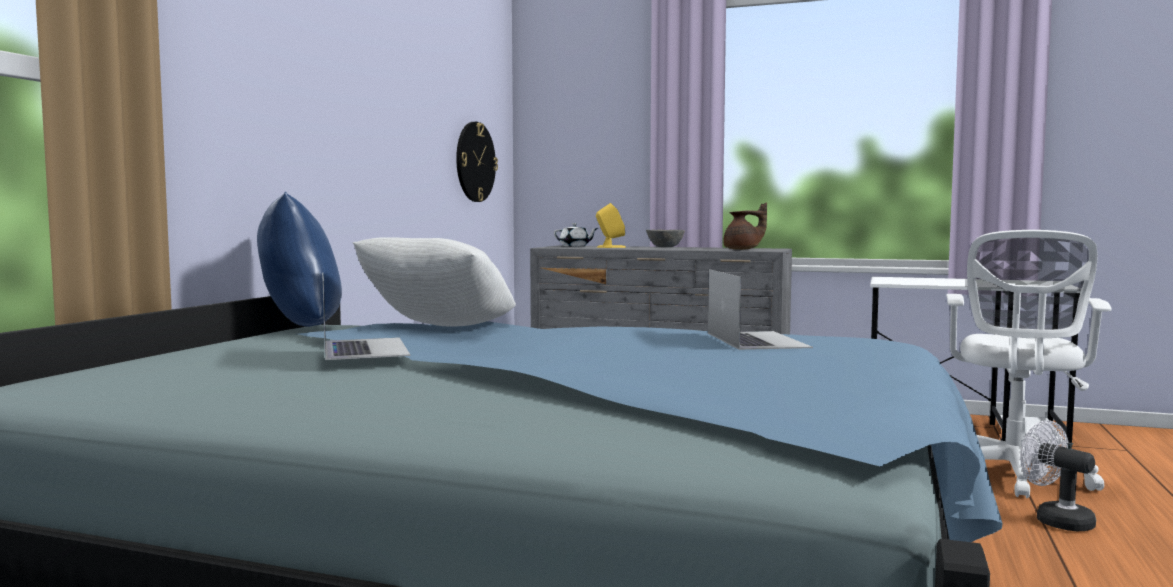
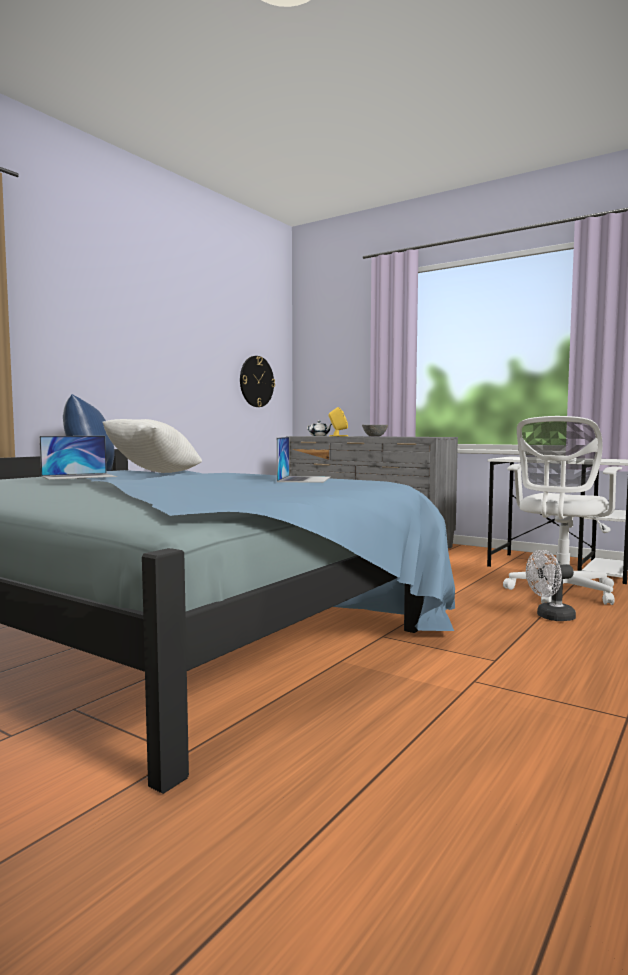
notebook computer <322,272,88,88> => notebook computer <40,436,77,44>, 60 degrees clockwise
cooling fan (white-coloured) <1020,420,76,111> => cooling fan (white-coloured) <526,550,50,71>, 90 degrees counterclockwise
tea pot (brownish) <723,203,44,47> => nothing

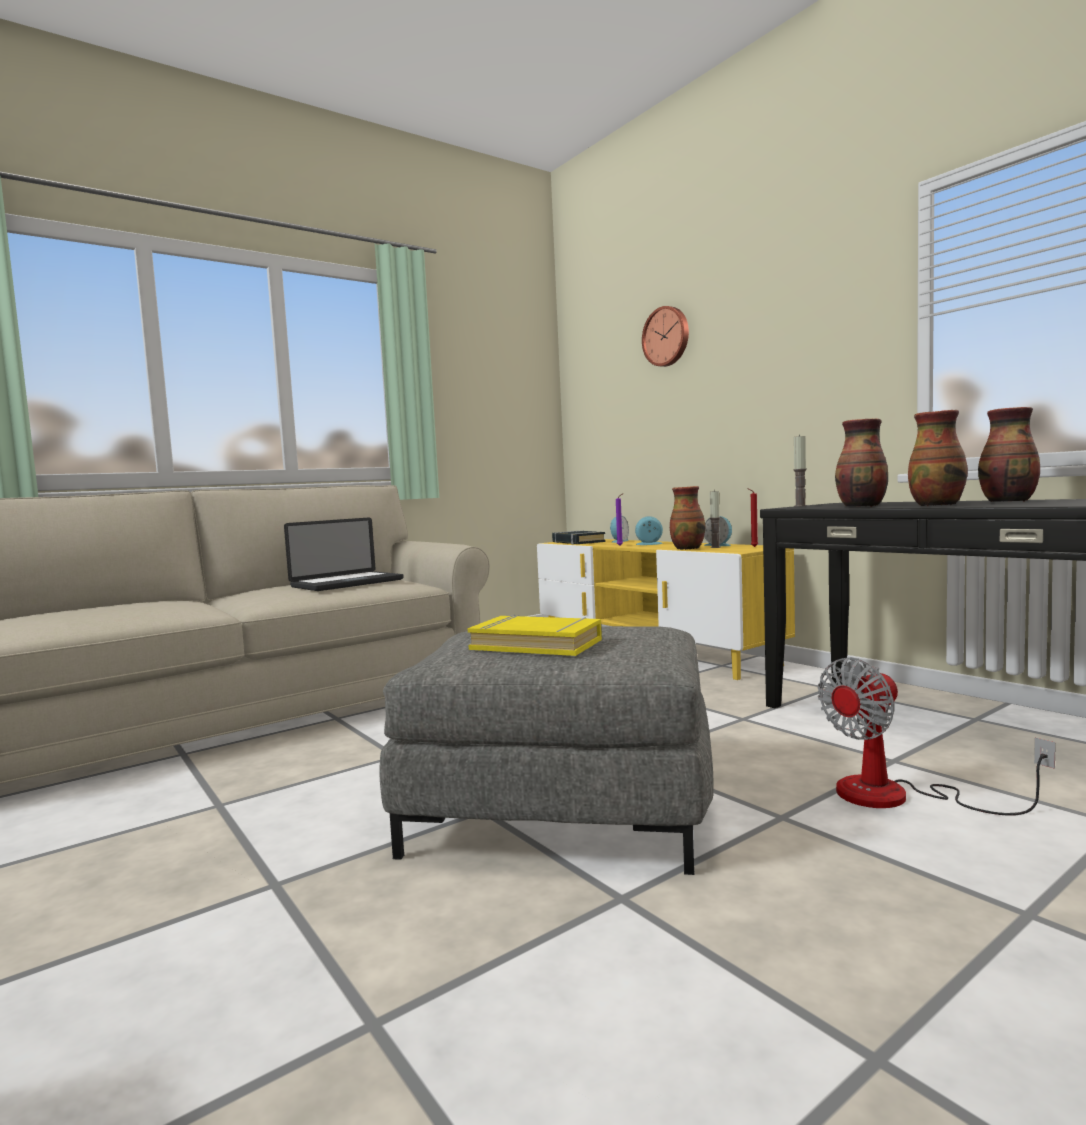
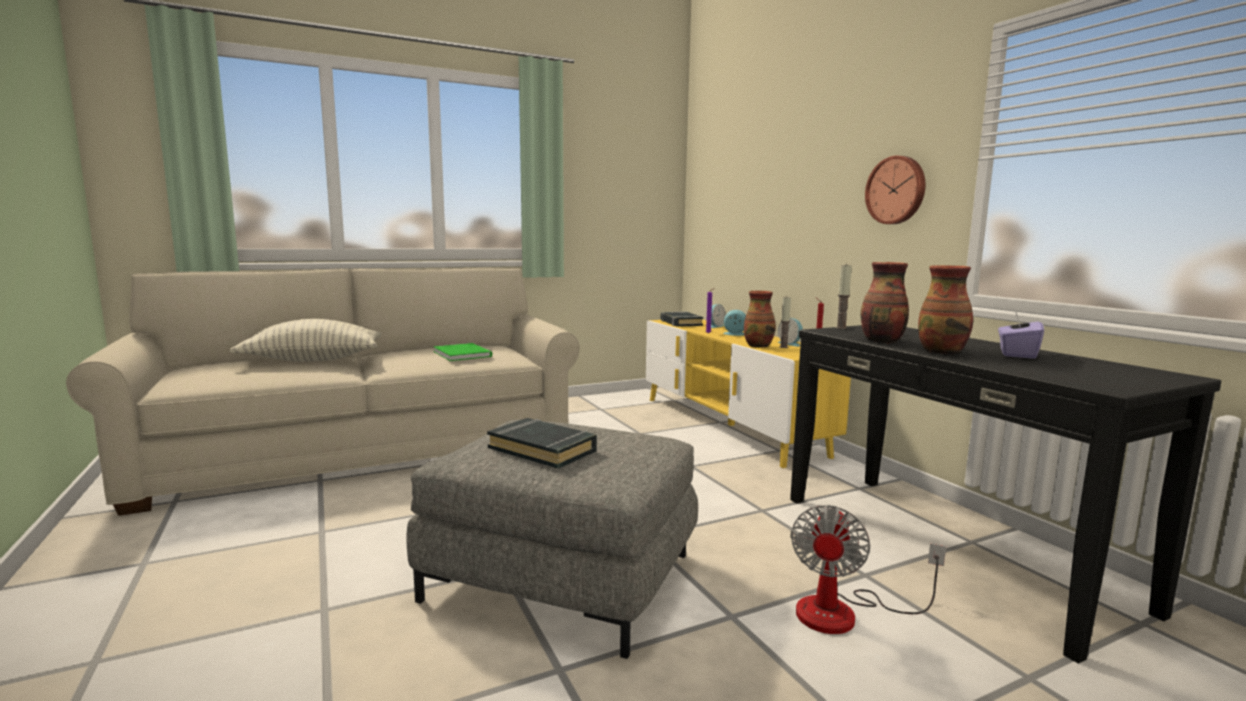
nothing => throw pillow <230,319,152,43>
notebook computer <284,517,120,74> => bound book (green) <433,343,59,18>
bound book (yellow-coloured) <468,615,134,41> => bound book (black) <487,418,110,51>
cooling fan <818,657,238,158> => cooling fan <790,505,156,129>, 45 degrees counterclockwise
hanging clock <642,306,47,61> => hanging clock <865,156,61,68>, move
flower vase <978,407,62,95> => tissue box (purple) <998,311,46,48>

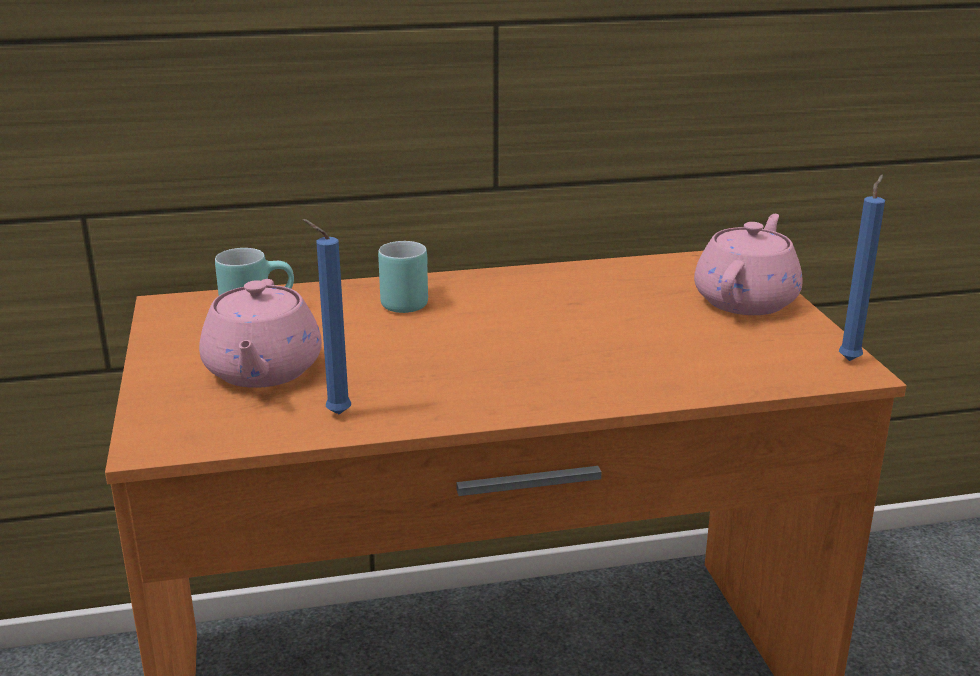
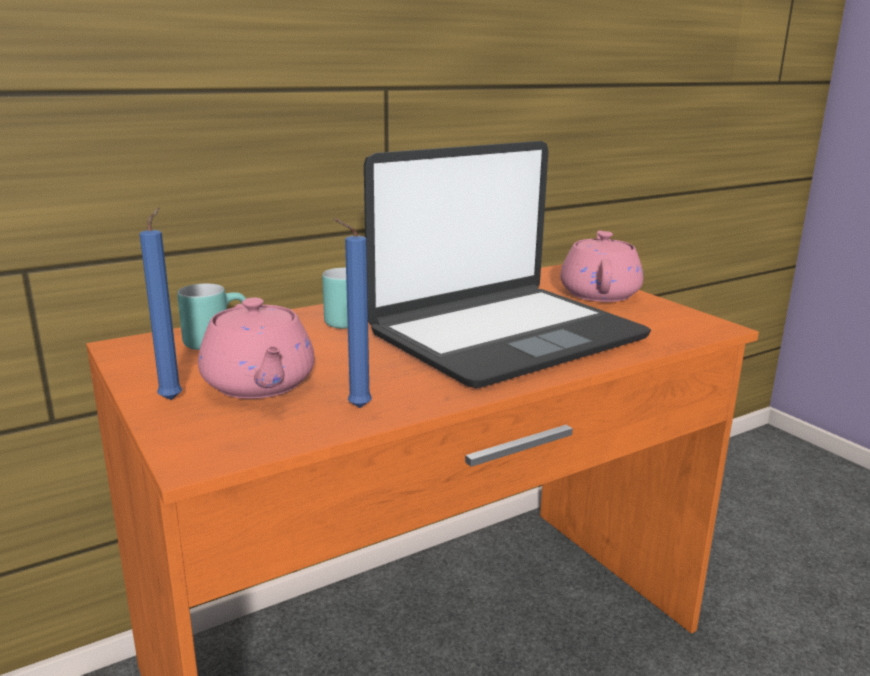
candle (blue) <839,175,46,186> => candle (blue) <139,208,43,192>, move
nothing => notebook computer <364,141,287,247>

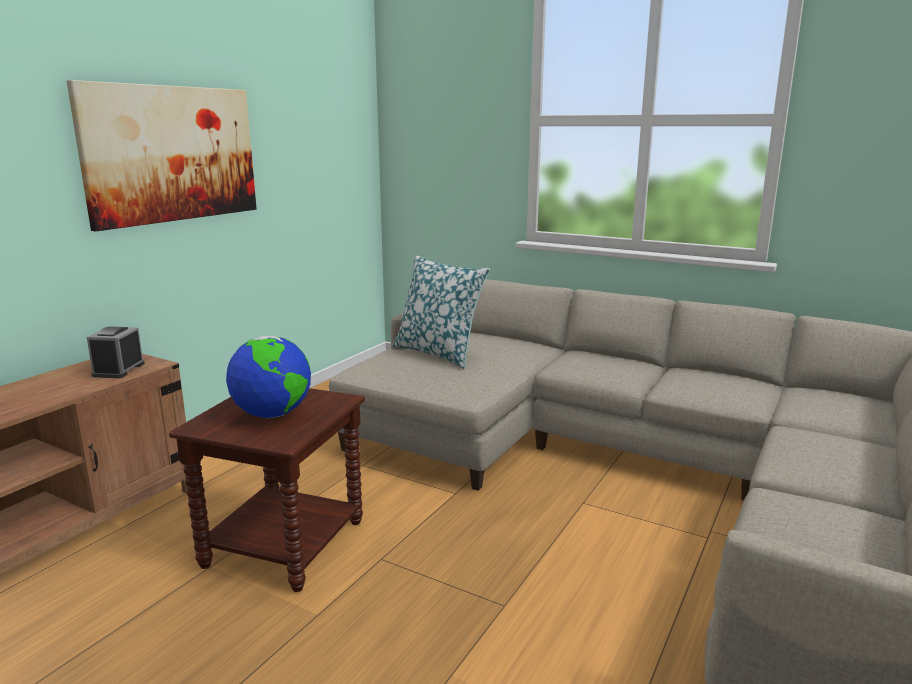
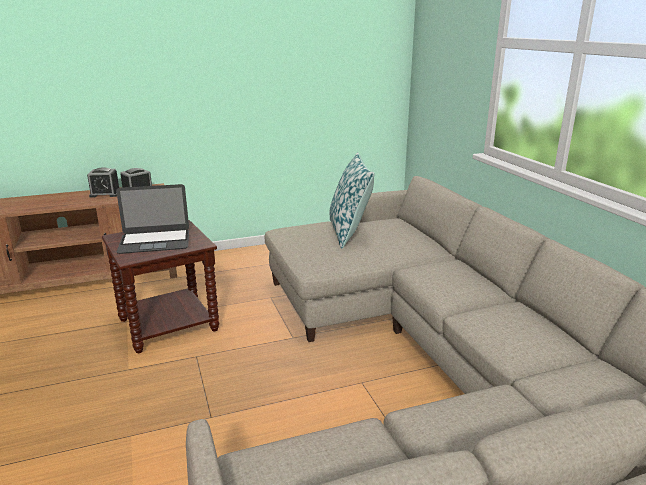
nothing => alarm clock <87,167,32,31>
desk globe <226,336,85,82> => notebook computer <116,184,73,70>
picture <67,80,190,151> => nothing

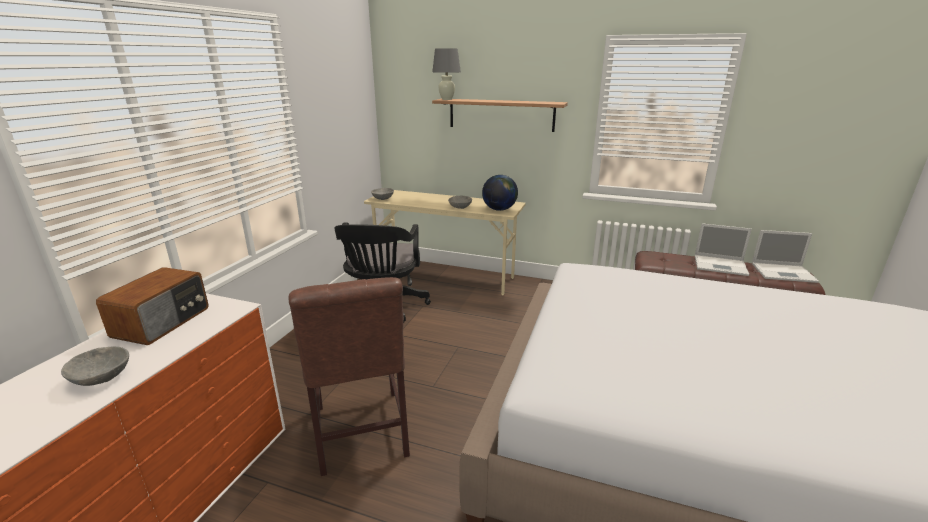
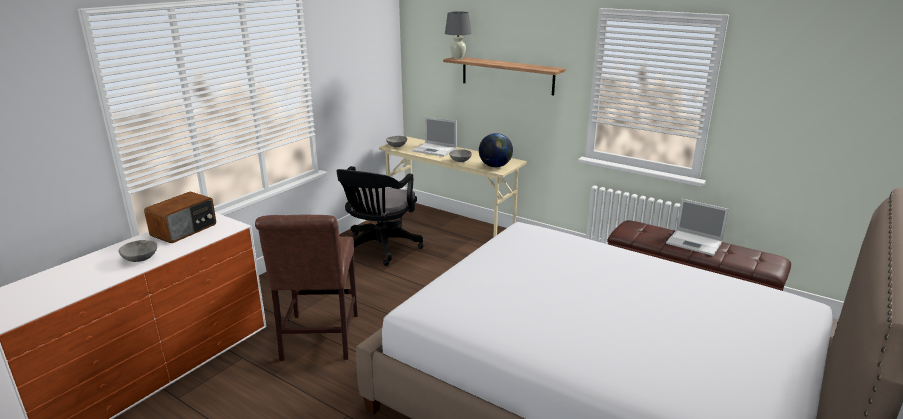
notebook computer <752,230,67,53> => notebook computer <412,117,45,39>, move

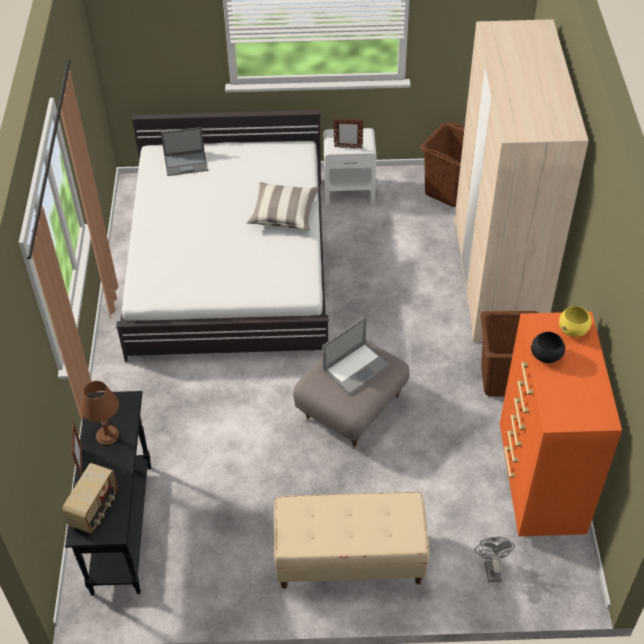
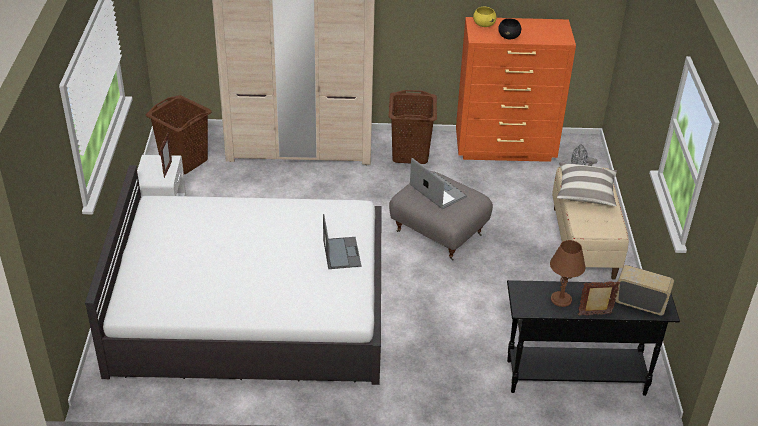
notebook computer <161,127,47,49> => notebook computer <323,214,38,55>, move
throw pillow <247,182,72,49> => throw pillow <557,162,60,44>, move

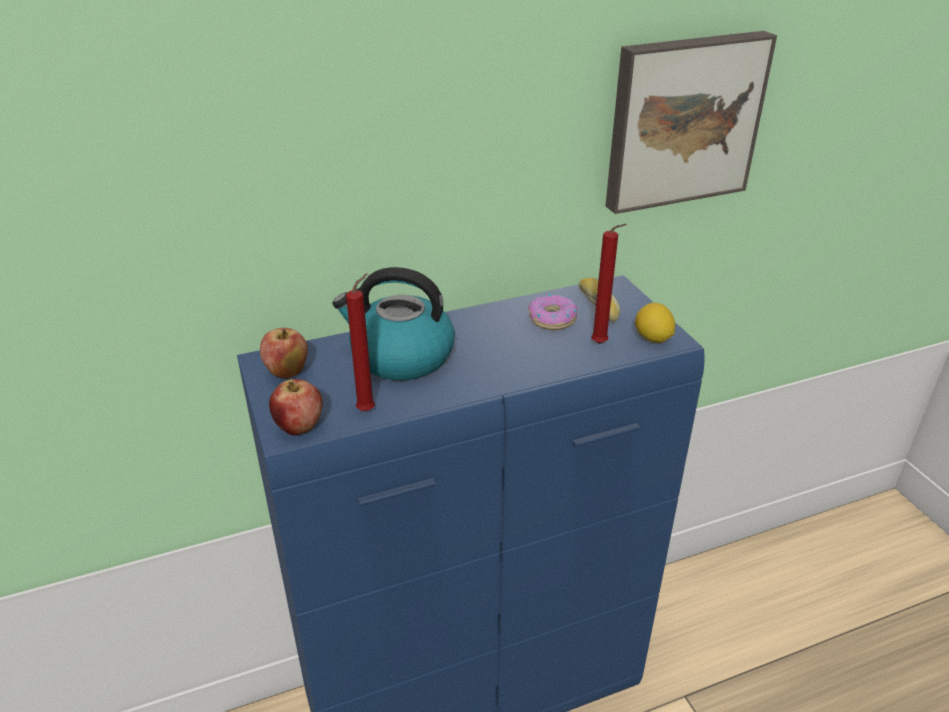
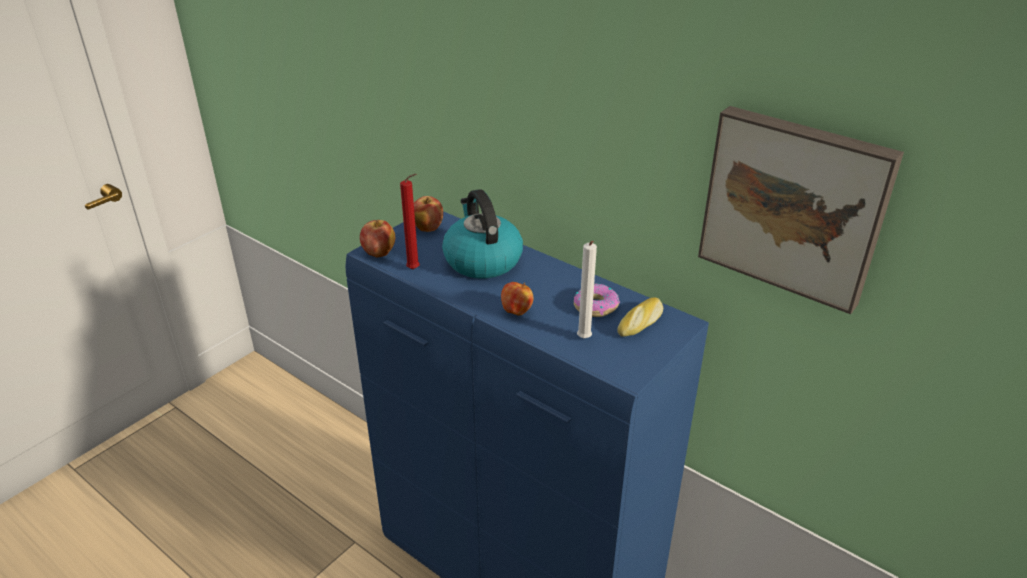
nothing => apple <501,282,32,34>
candle (reddish) <591,224,36,120> => candle (white-coloured) <577,241,20,98>
lemon <635,303,40,40> => nothing

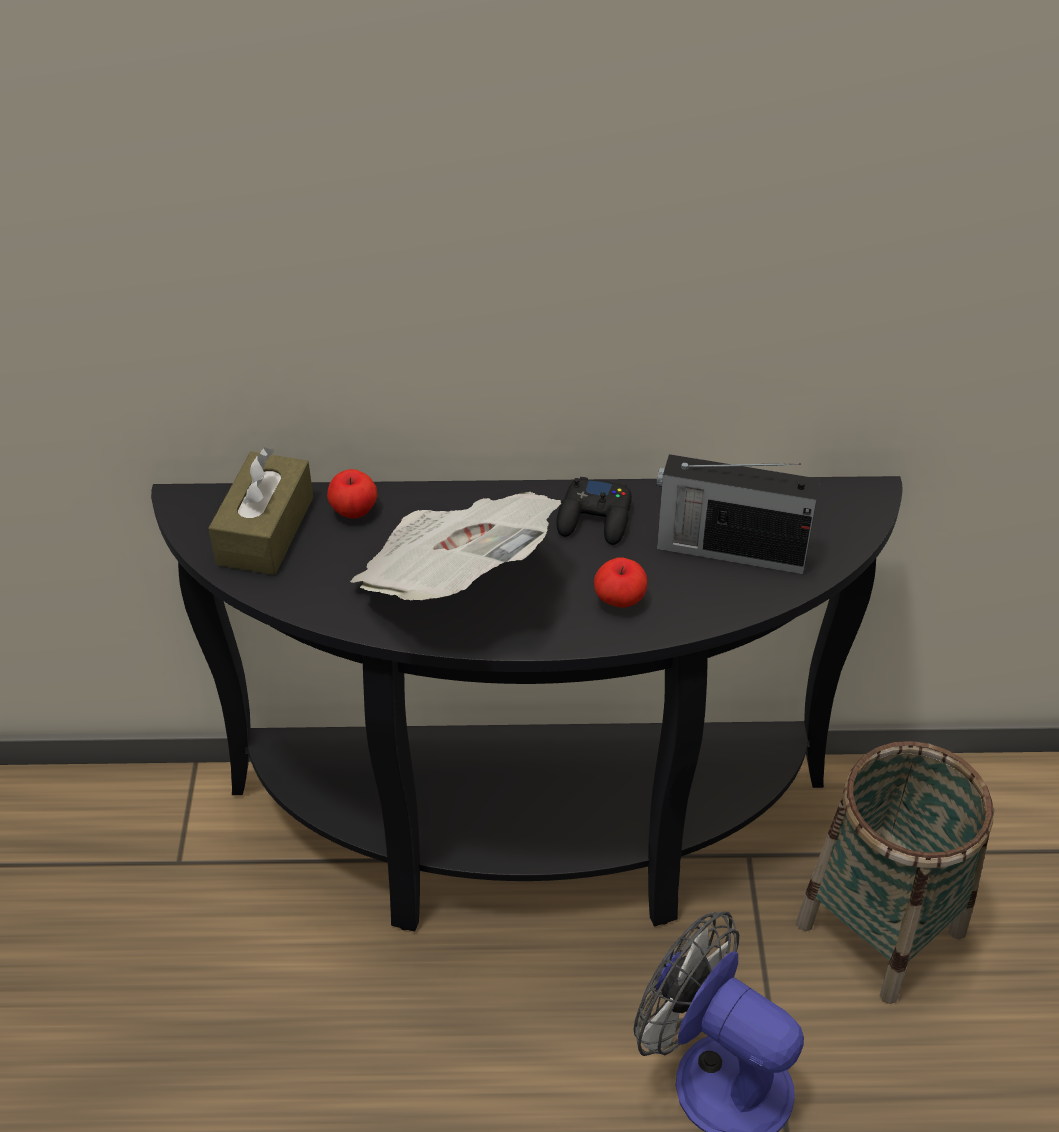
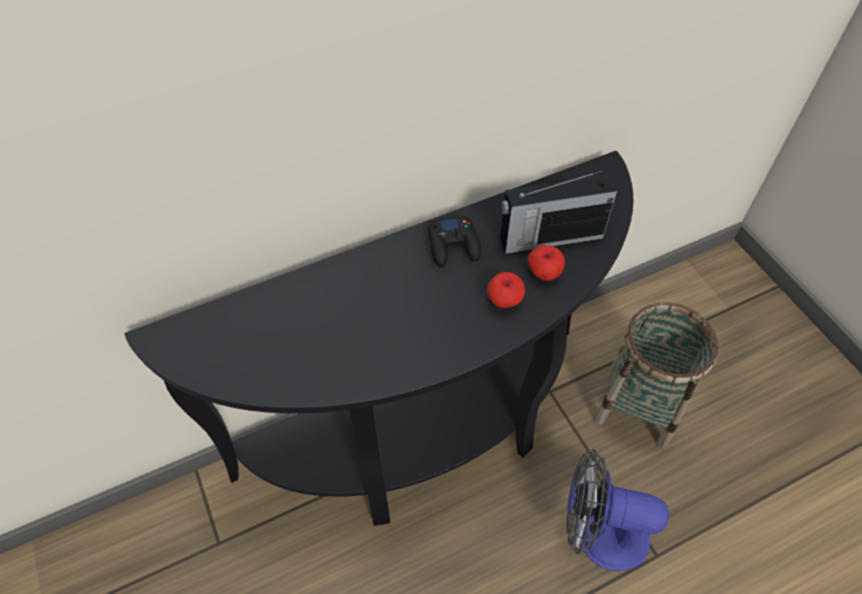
apple <327,469,51,50> => apple <528,245,37,36>, move
tissue box (brownish) <208,447,105,128> => nothing
daily paper <350,492,211,108> => nothing

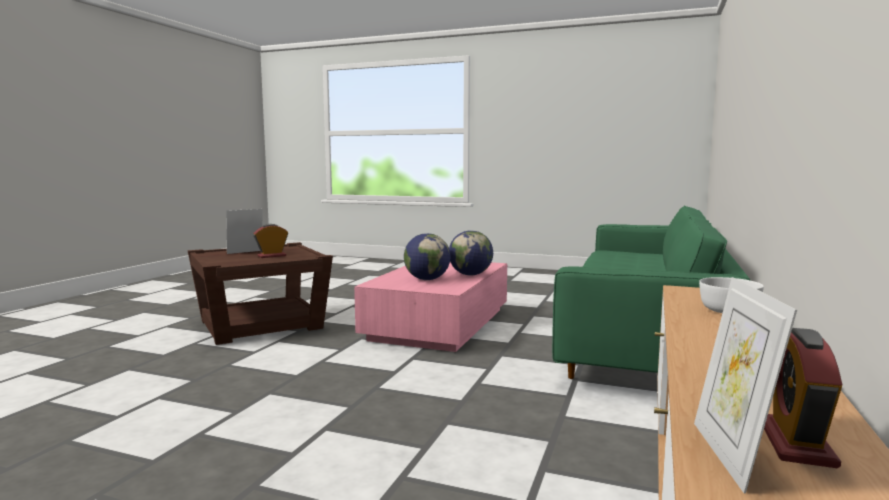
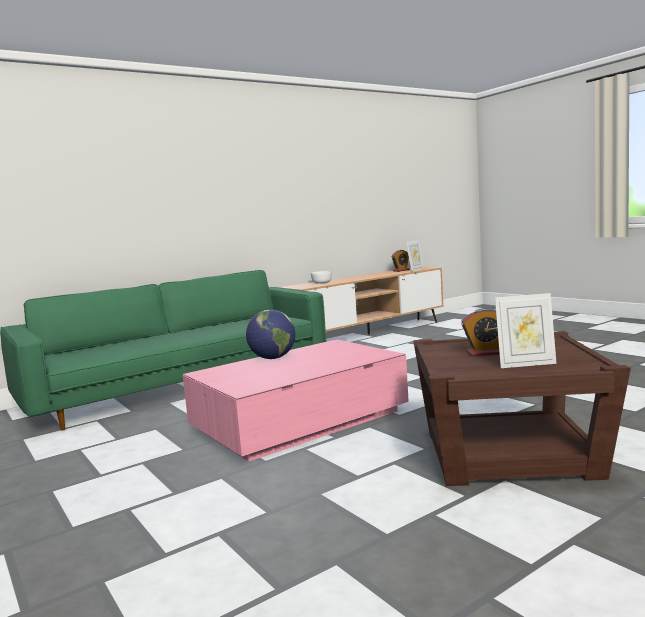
desk globe <404,233,46,47> => nothing

